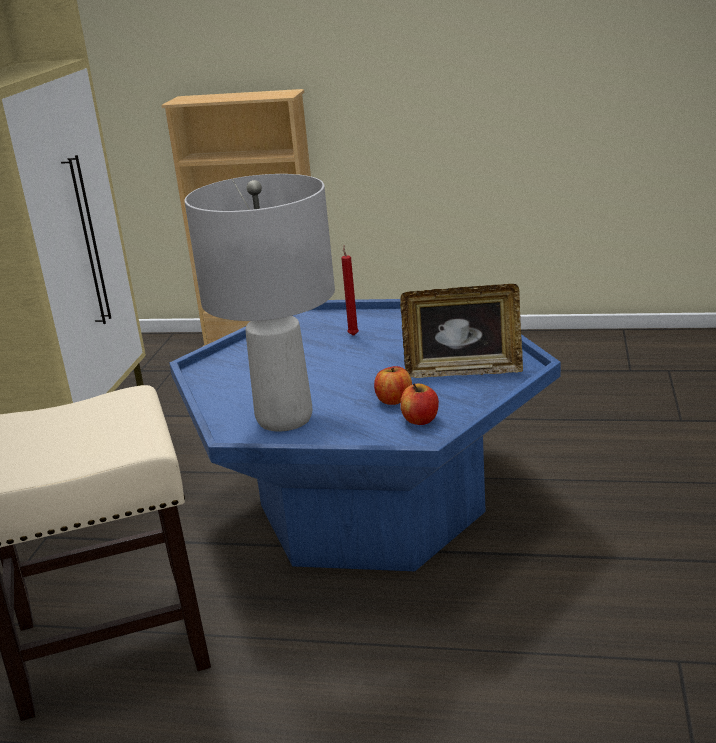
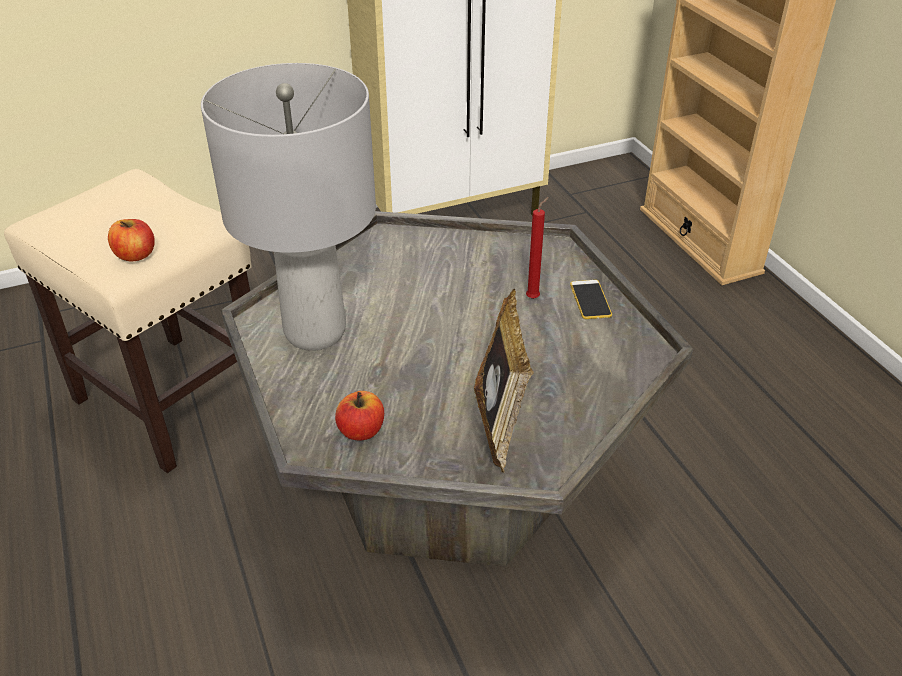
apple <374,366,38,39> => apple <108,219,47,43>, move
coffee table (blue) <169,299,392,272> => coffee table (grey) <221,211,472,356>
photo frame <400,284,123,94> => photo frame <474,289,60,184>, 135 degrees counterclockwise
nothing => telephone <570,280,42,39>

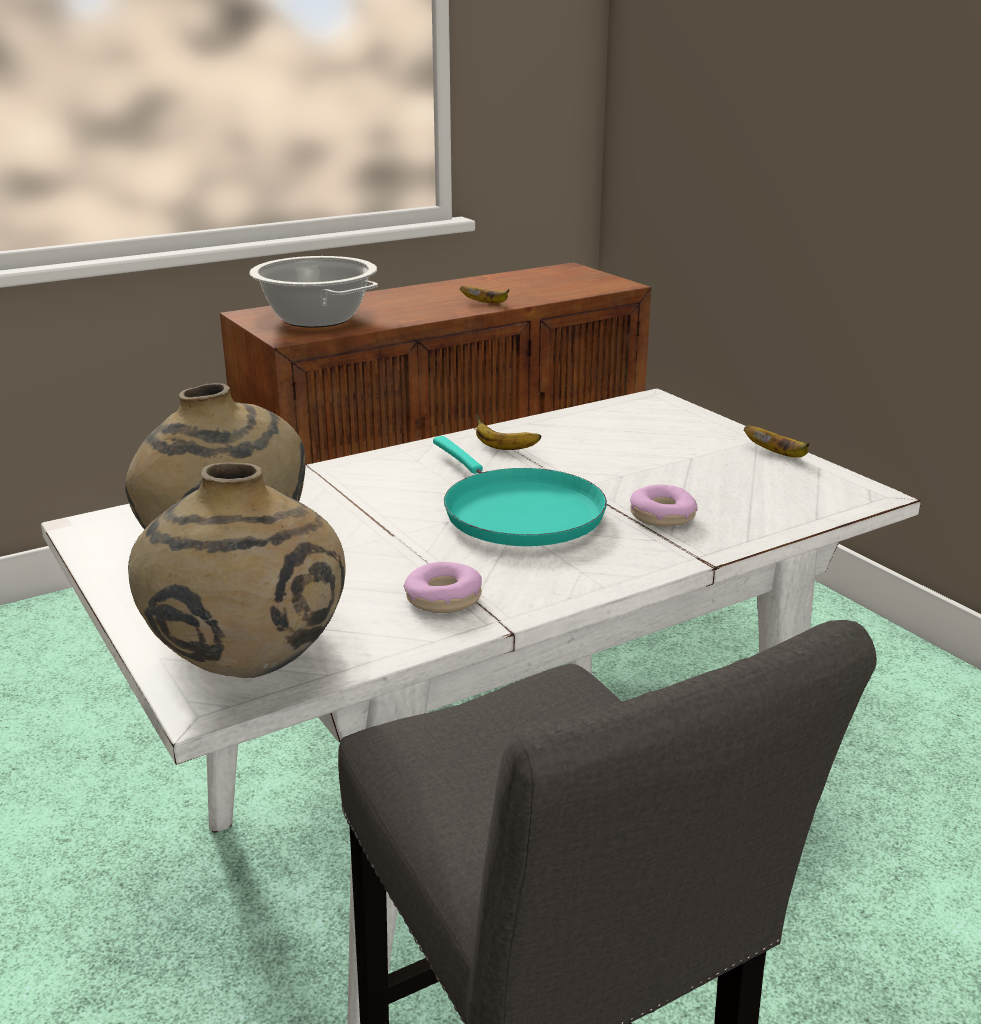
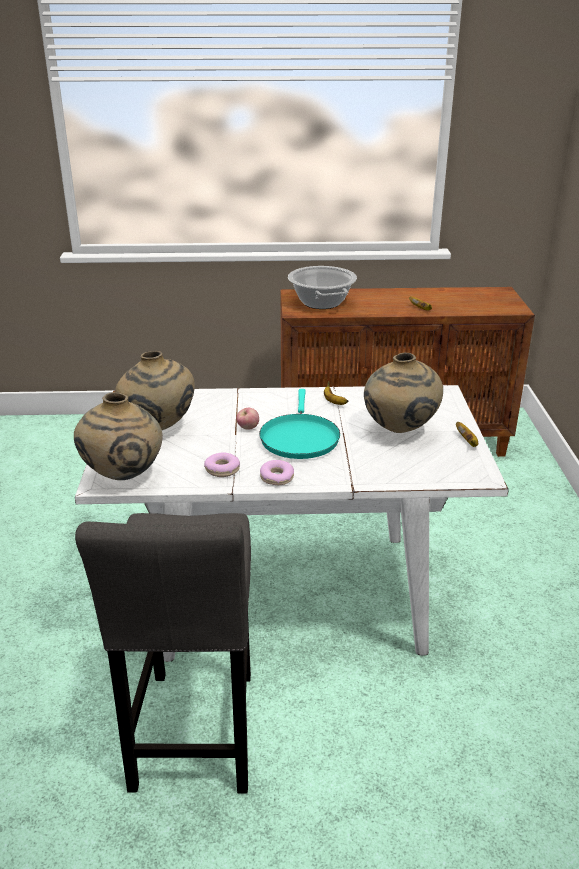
nothing => apple <236,408,23,22>
ring doughnut <630,484,68,43> => ring doughnut <260,460,34,25>, move
nothing => flower vase (beige) <364,352,79,81>

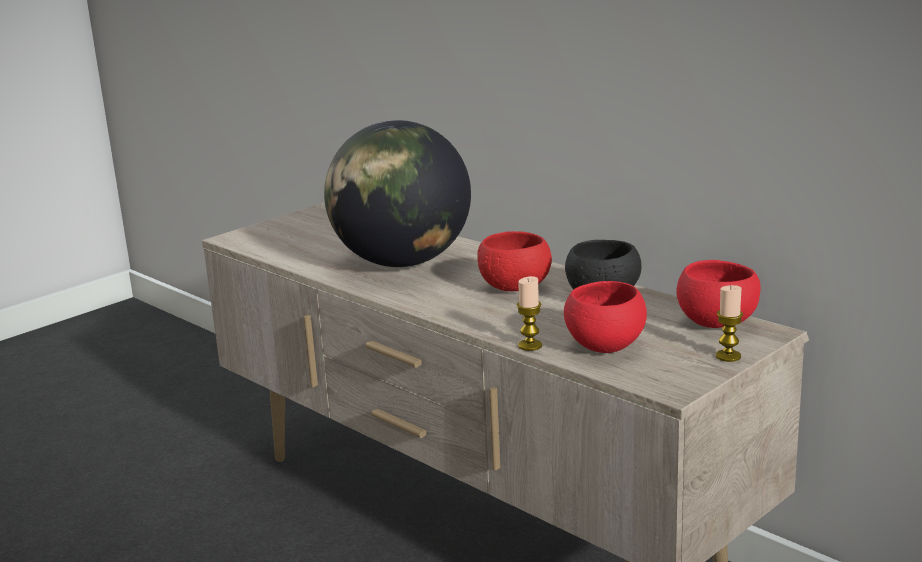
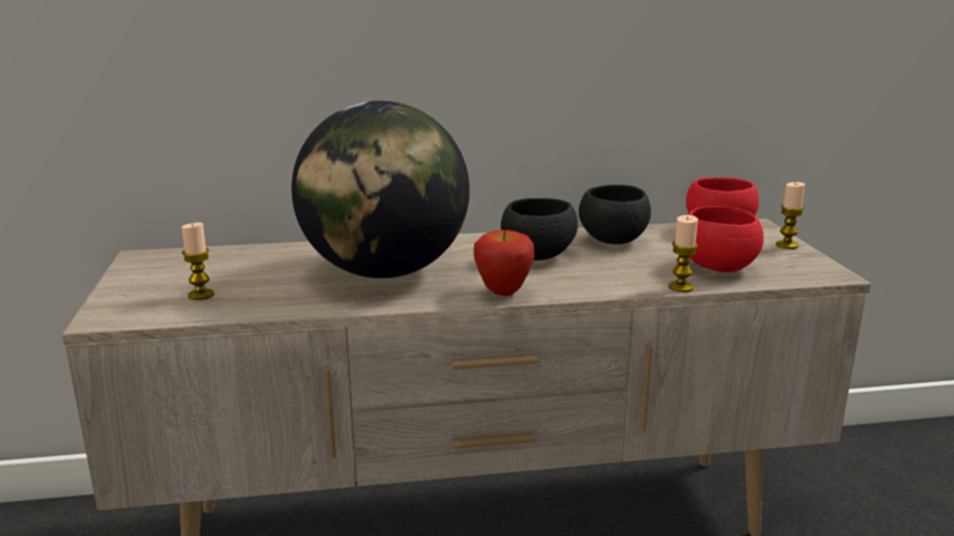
nothing => candle <182,223,32,77>
nothing => apple <474,230,60,66>
bowl (reddish) <477,231,75,60> => bowl (black) <501,198,77,63>

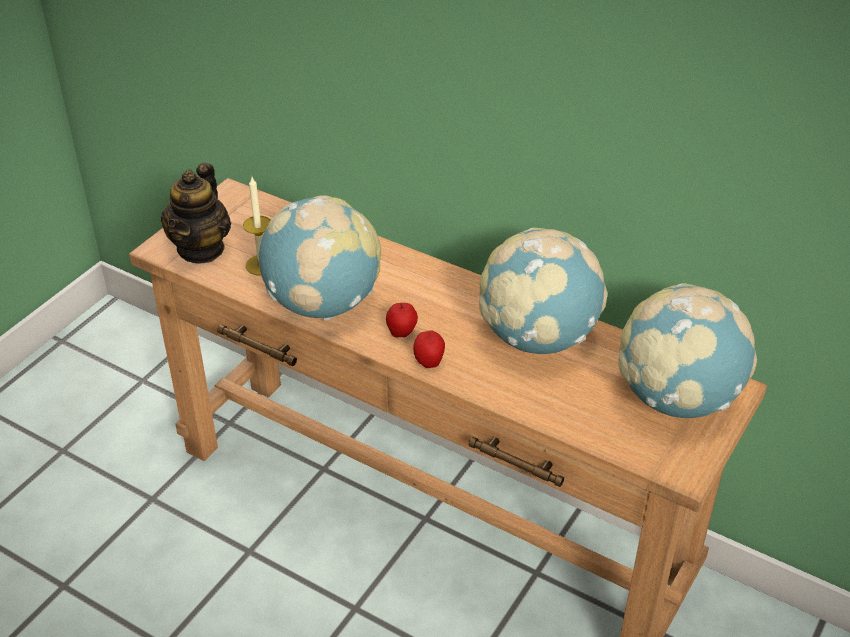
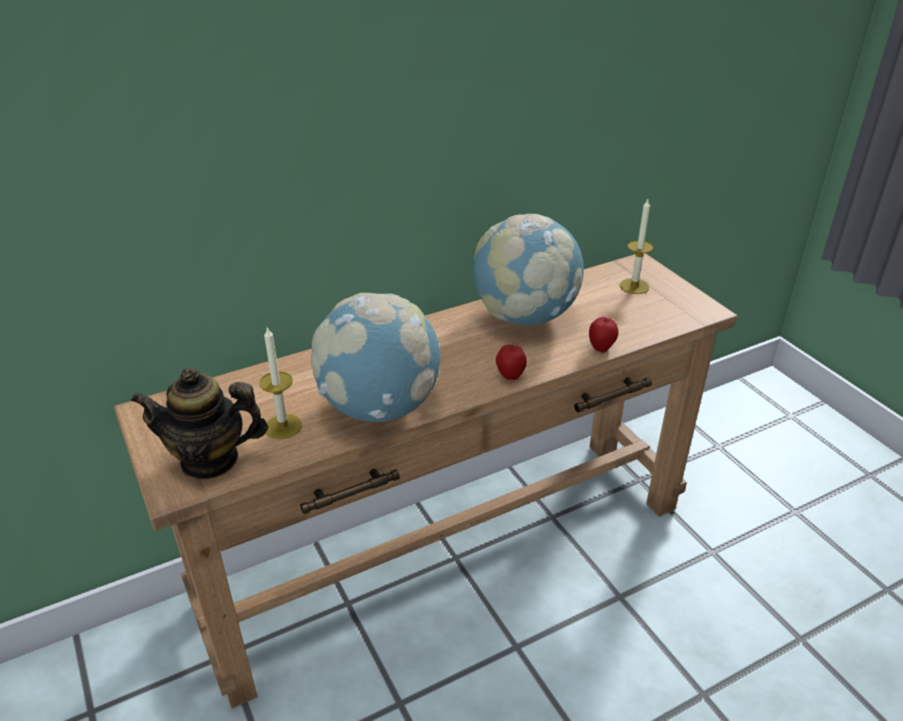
tea pot <161,163,70,101> => tea pot <131,368,137,111>, 135 degrees clockwise
apple <386,303,32,34> => apple <589,317,30,35>, move
desk globe <618,283,139,135> => candle <620,199,34,95>

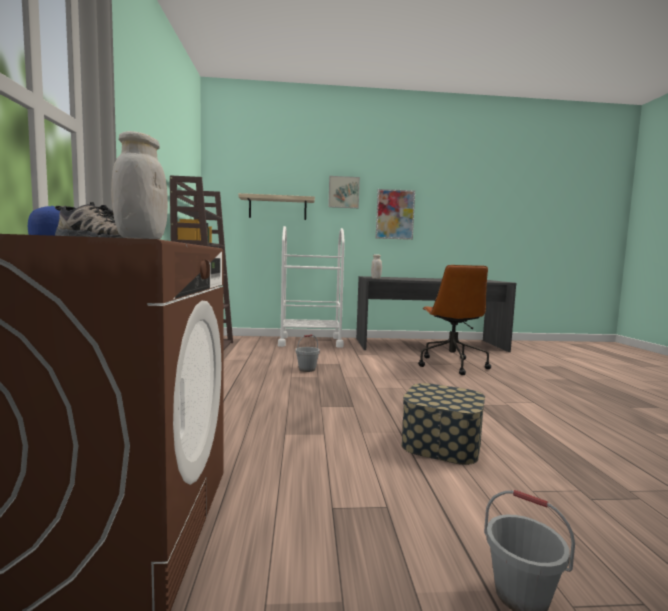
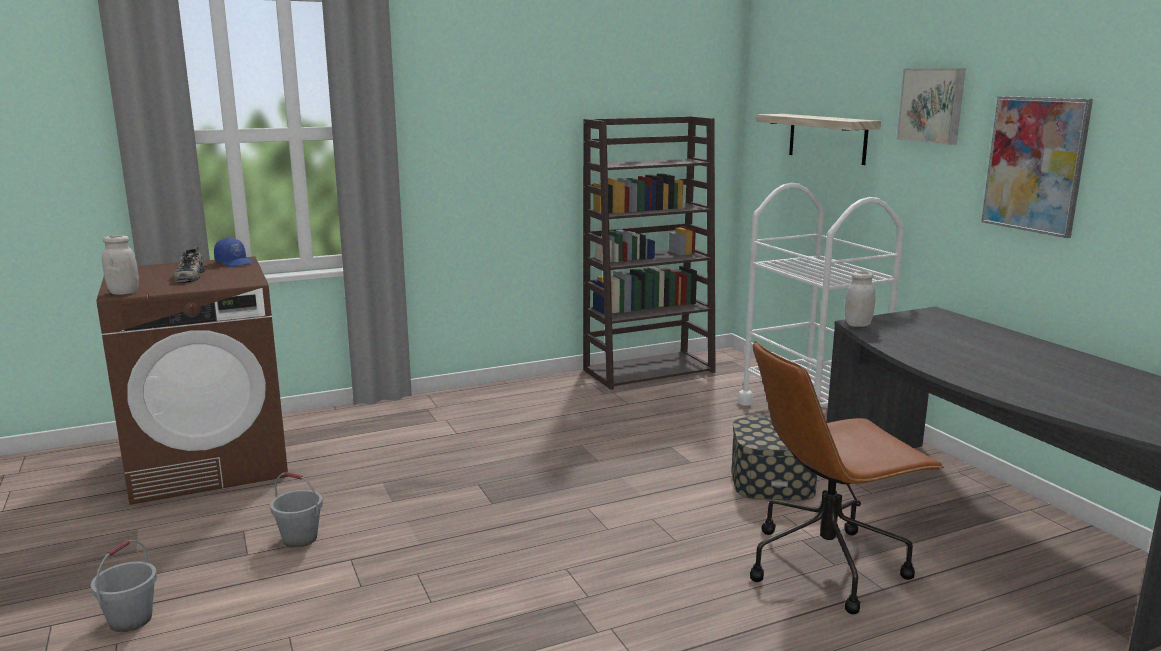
bucket (grey) <295,334,25,38> => bucket (grey) <270,472,53,76>, move
storage bin <401,383,84,82> => storage bin <731,417,86,84>, move

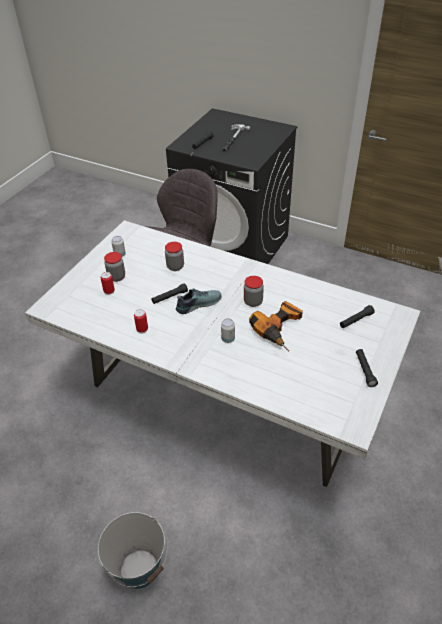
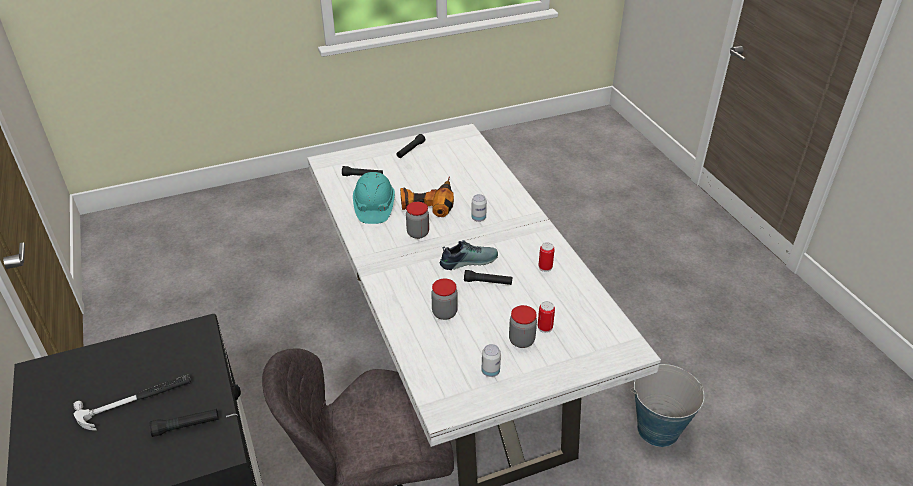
nothing => safety helmet (turquoise-coloured) <353,172,42,52>
item of footwear <176,288,45,26> => item of footwear <440,240,58,30>, 150 degrees clockwise
bucket <98,512,70,77> => bucket <630,364,74,83>, move

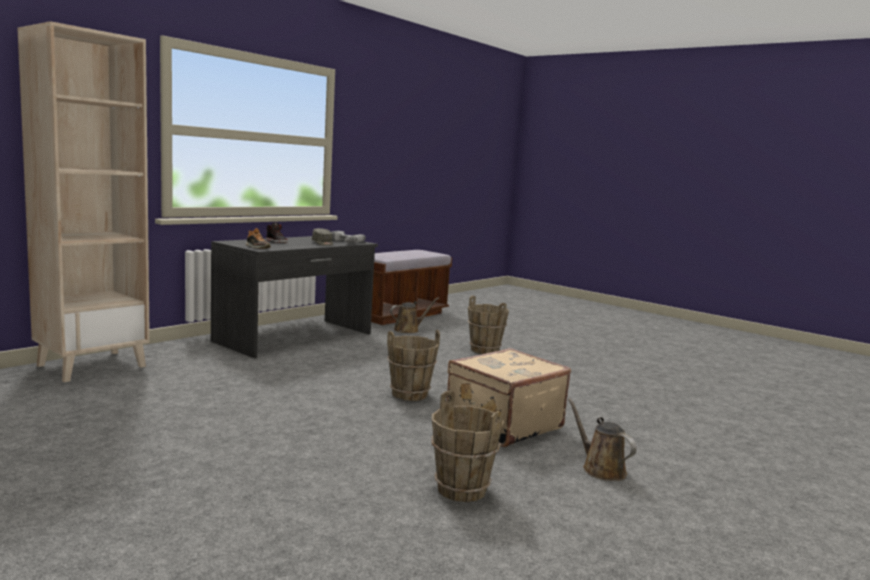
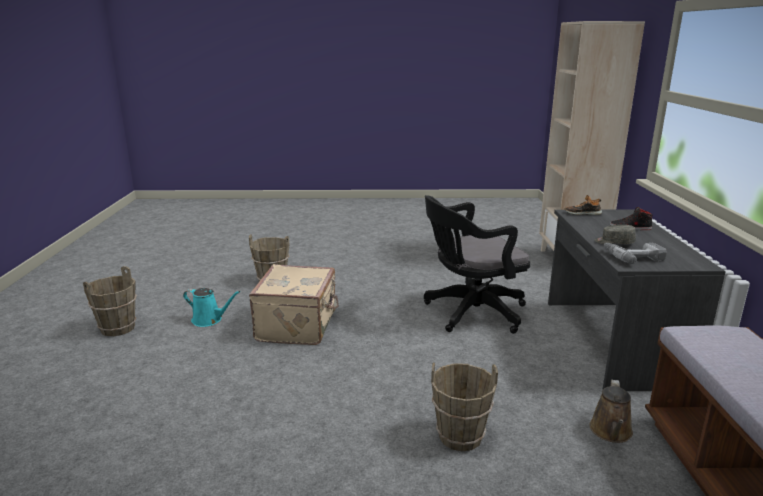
bucket (brownish) <387,330,53,71> => bucket (brownish) <83,266,54,71>, move
watering can (brownish) <568,398,69,83> => watering can (turquoise-coloured) <183,288,57,39>
nothing => office chair (black) <424,195,106,139>

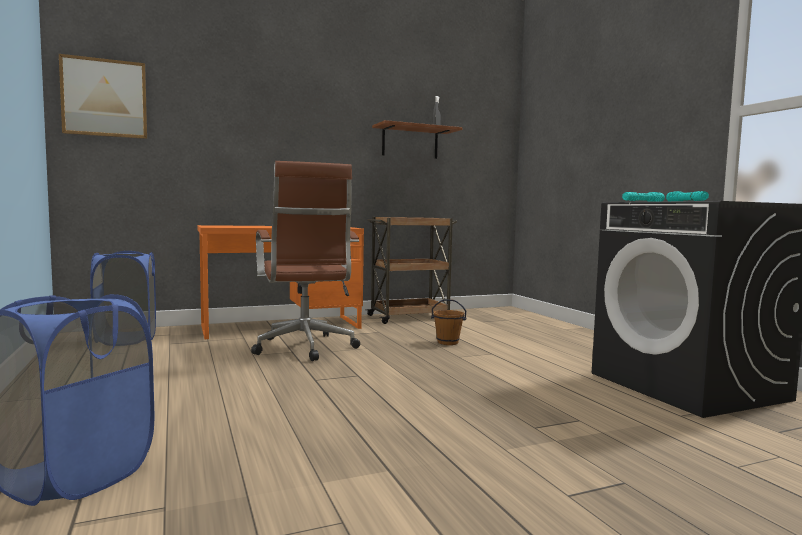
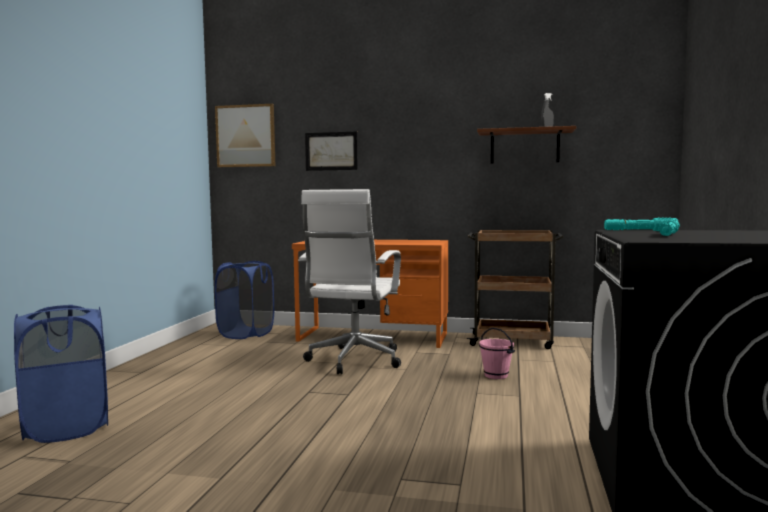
office chair (brownish) <251,161,109,200> => office chair (white-coloured) <298,189,103,185>
nothing => picture <305,131,53,40>
bucket (brownish) <431,299,35,46> => bucket (pinkish) <479,328,36,51>

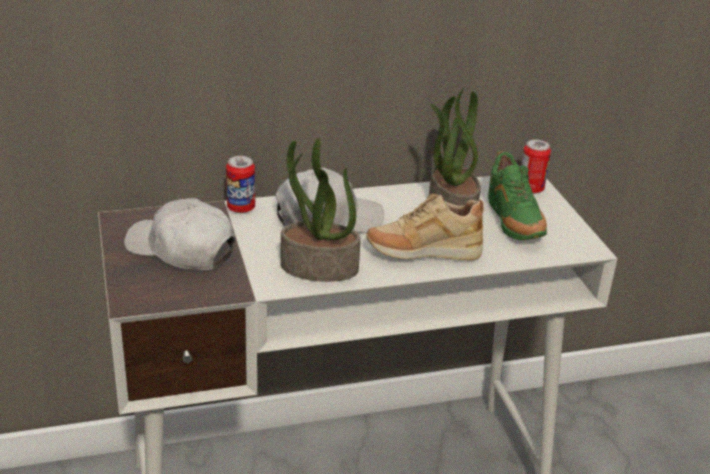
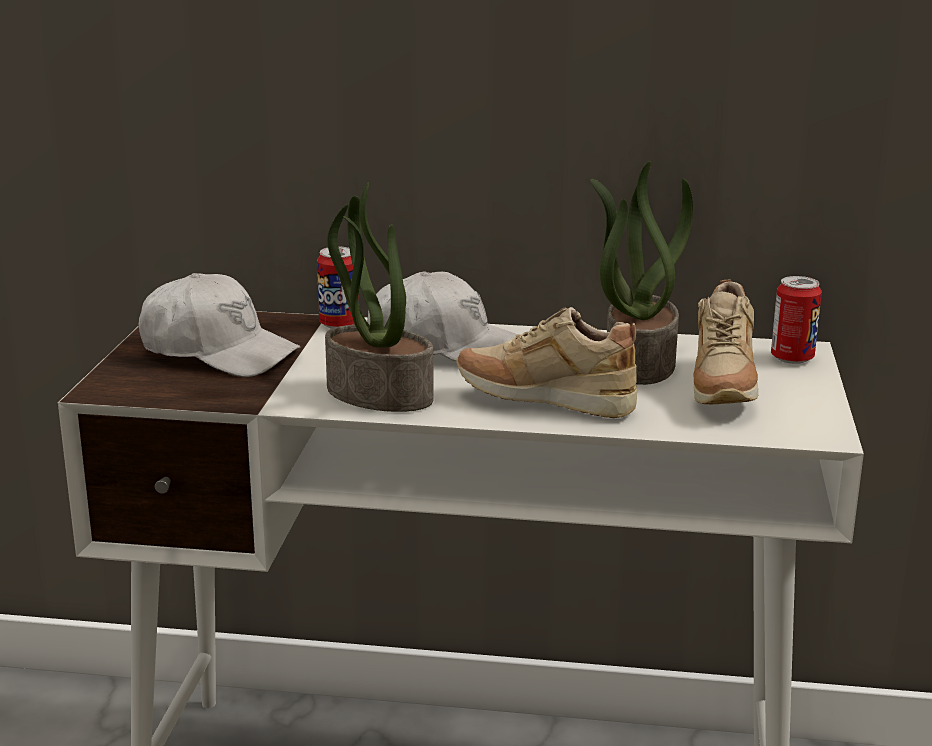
cap (white-coloured) <124,198,111,73> => cap (white-coloured) <138,273,163,104>, 150 degrees clockwise
item of footwear (green) <488,151,59,89> => item of footwear (beige) <693,280,65,125>

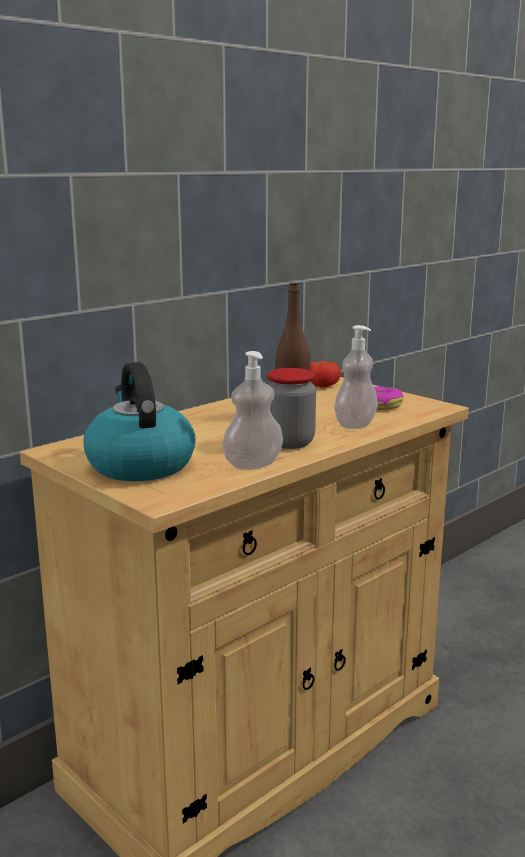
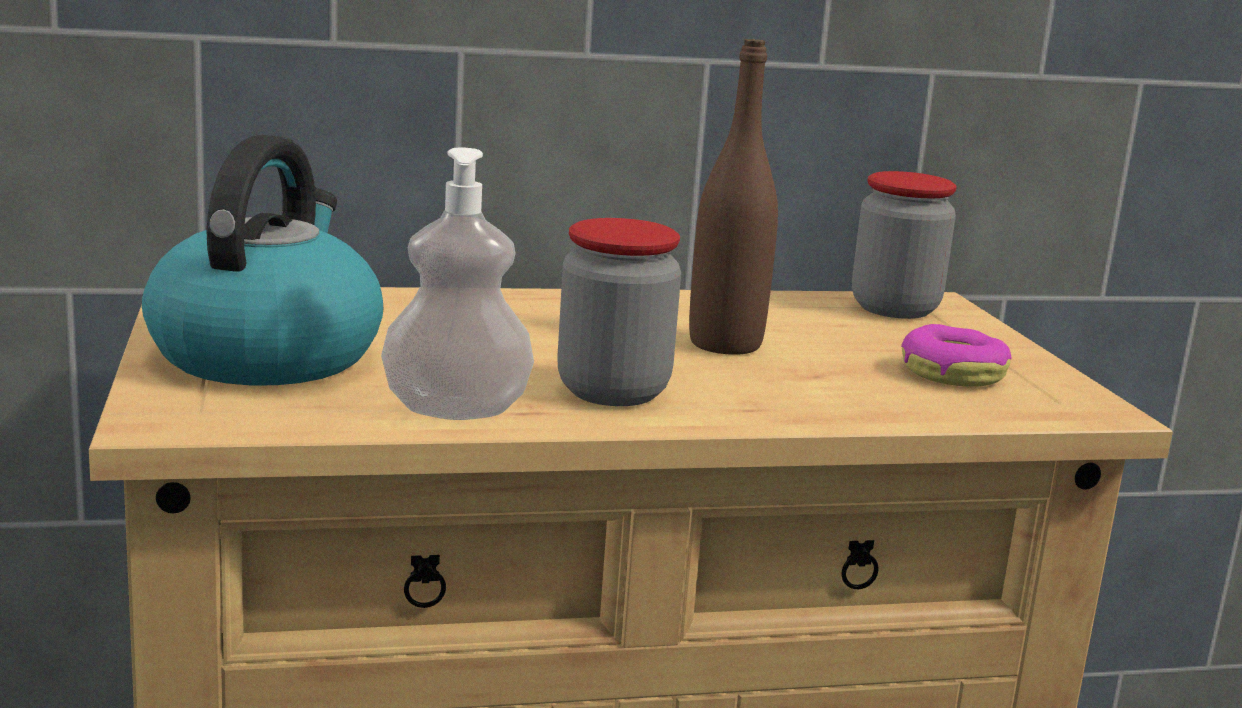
whole tomato <310,361,31,27> => jar <852,171,104,148>
soap dispenser <334,325,44,104> => nothing

